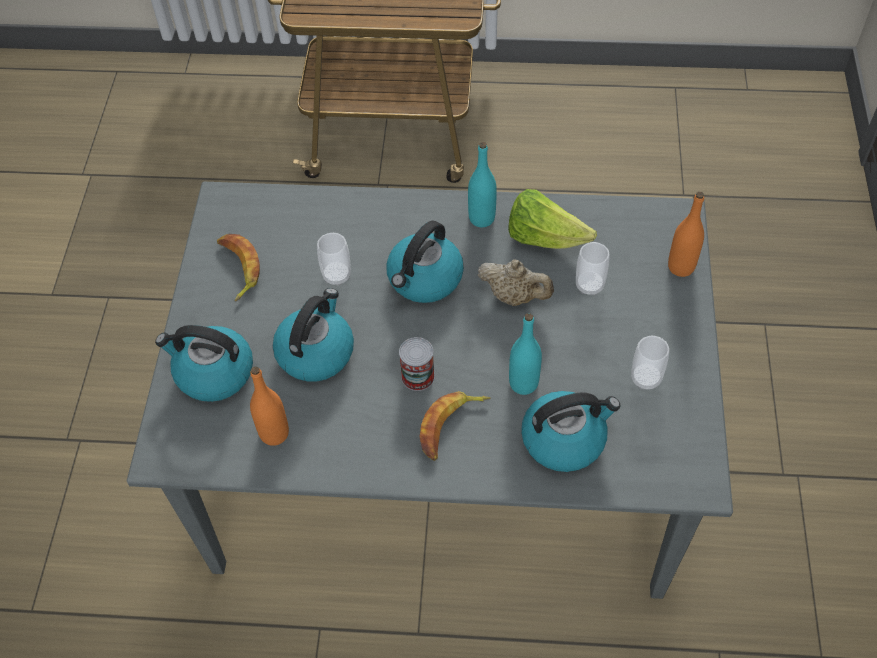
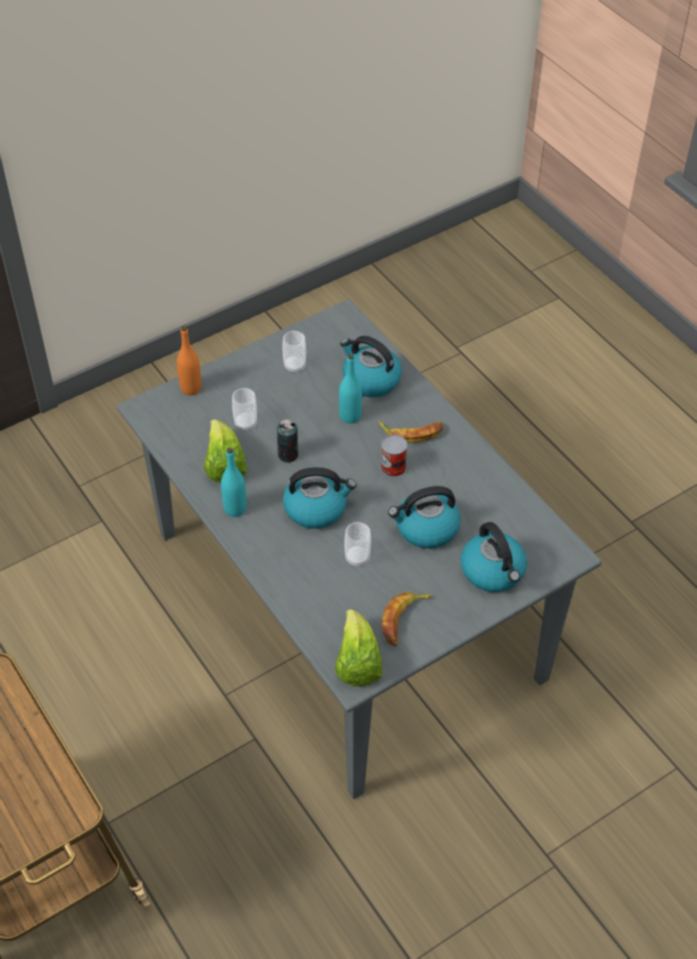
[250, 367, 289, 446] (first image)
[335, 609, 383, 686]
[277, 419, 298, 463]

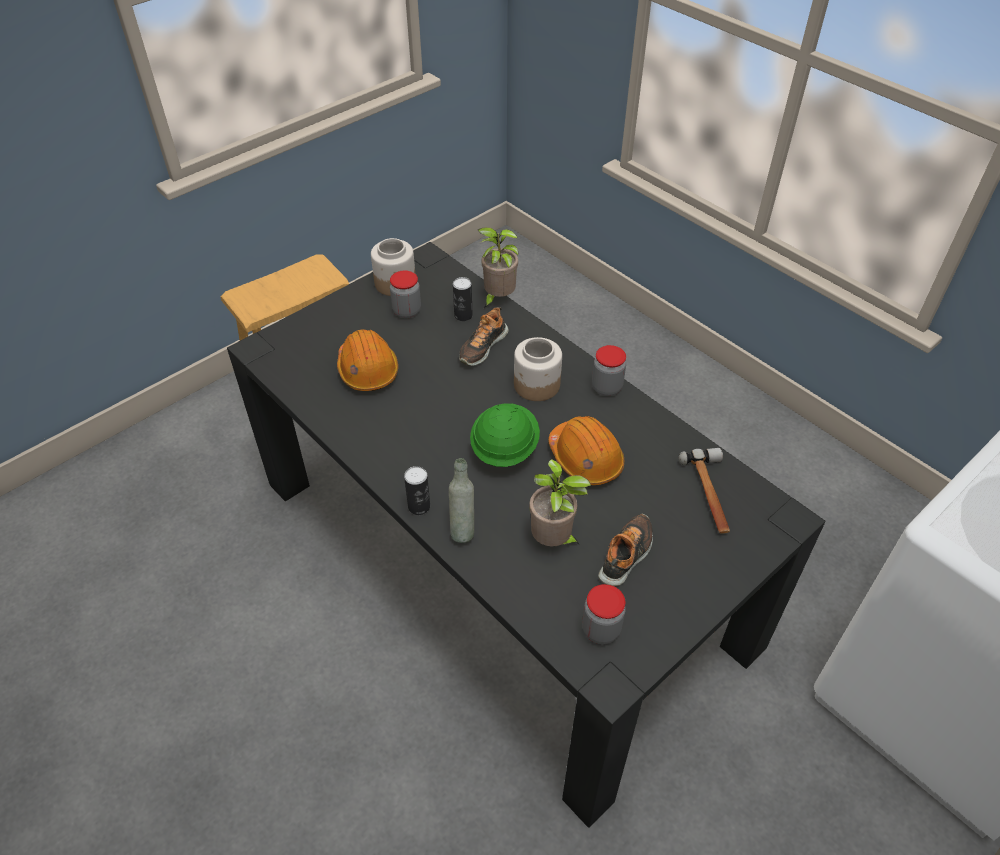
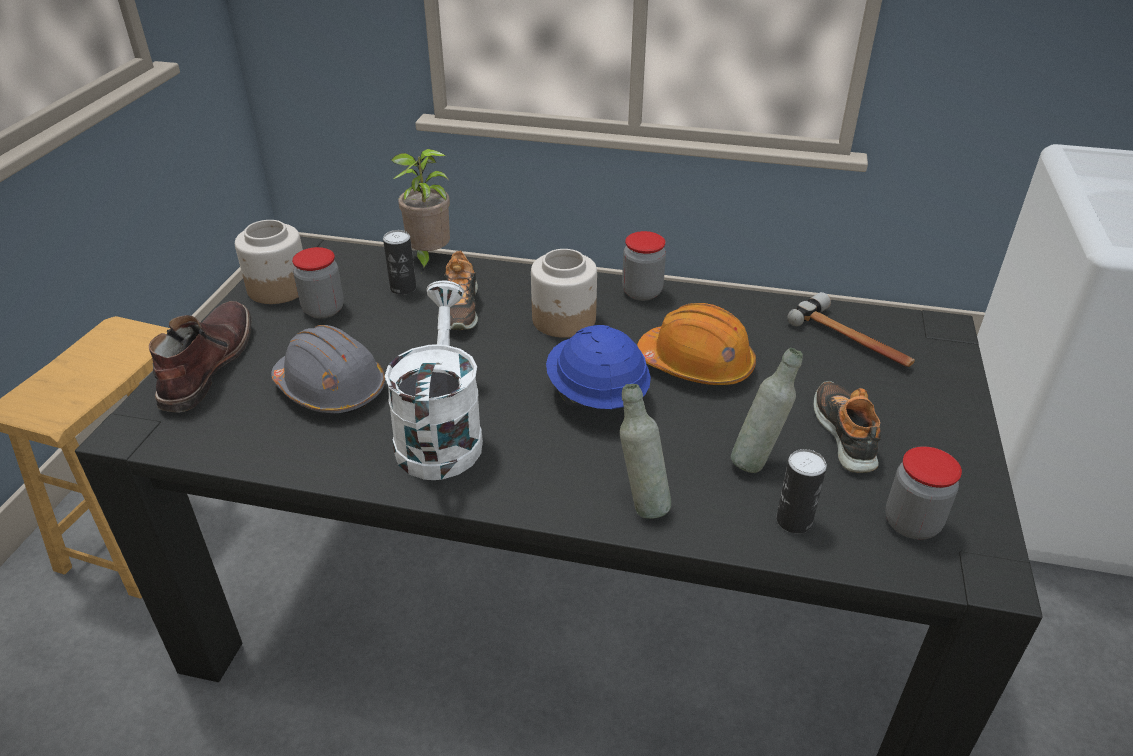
[149, 301, 251, 413]
[385, 280, 483, 480]
[776, 449, 827, 533]
[731, 348, 803, 473]
[271, 325, 385, 414]
[546, 325, 651, 409]

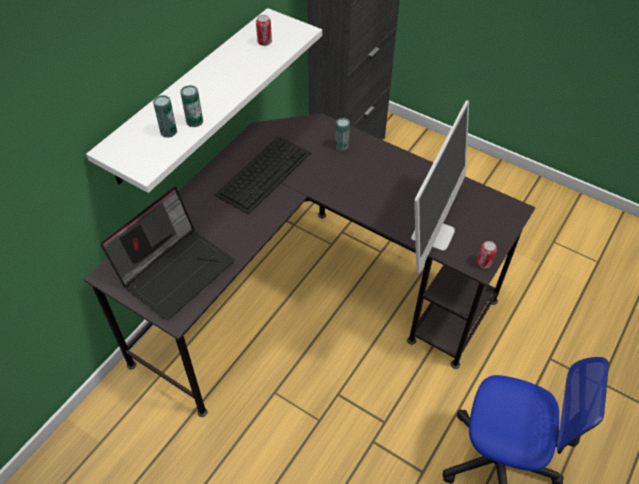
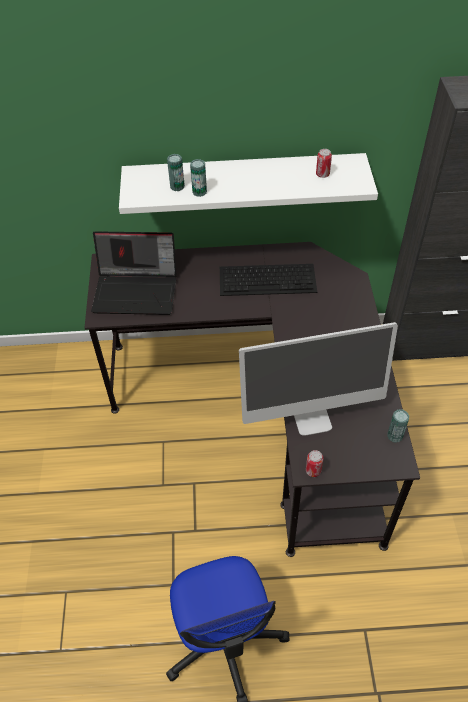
[387, 409, 409, 443]

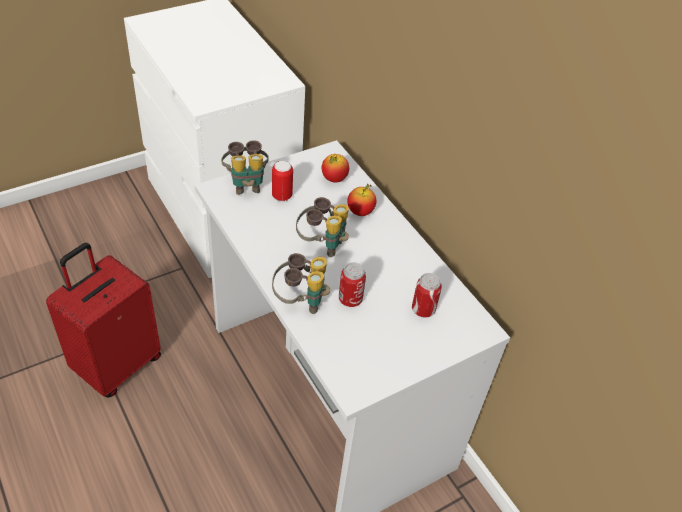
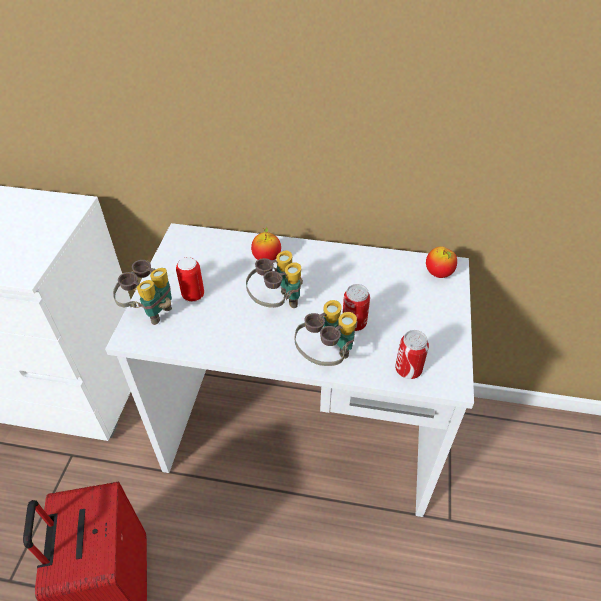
[426, 246, 457, 278]
[395, 330, 429, 379]

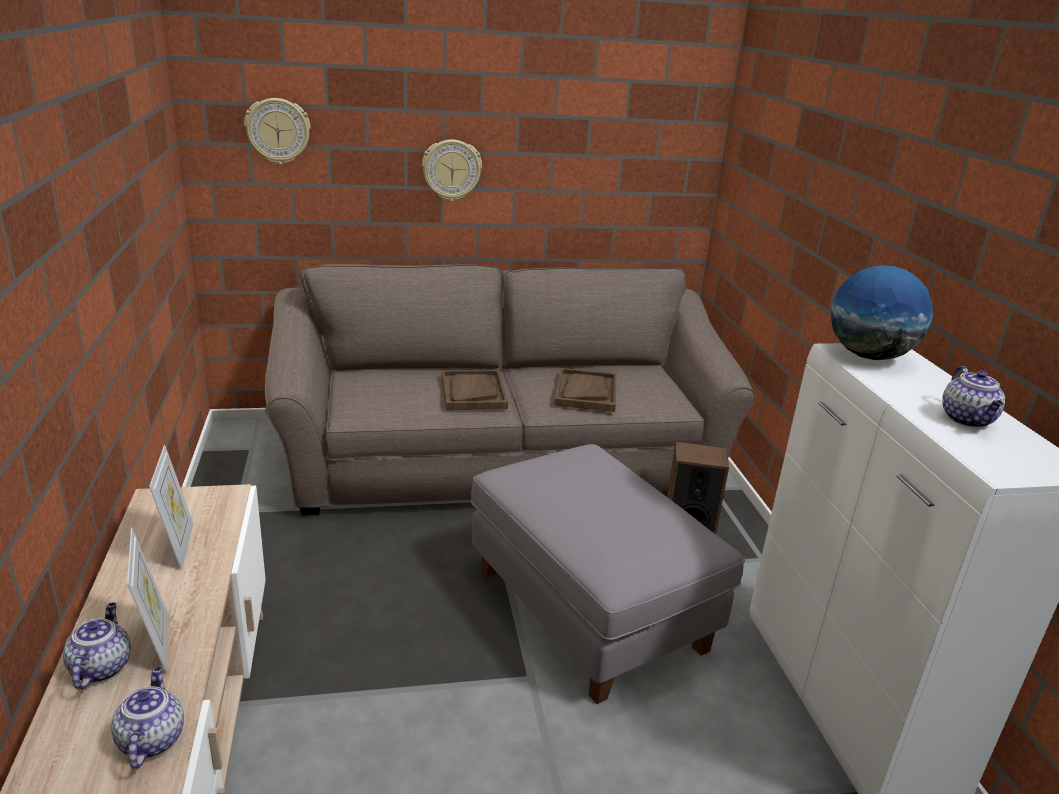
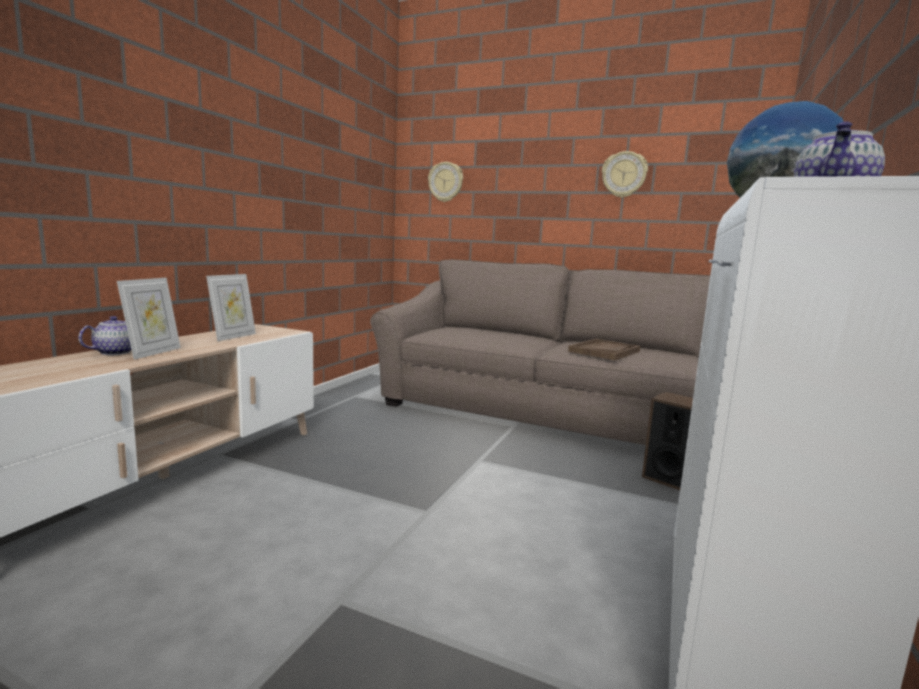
[111, 667, 184, 769] (first image)
[441, 370, 508, 410] (first image)
[471, 444, 745, 704] (first image)
[602, 151, 648, 198]

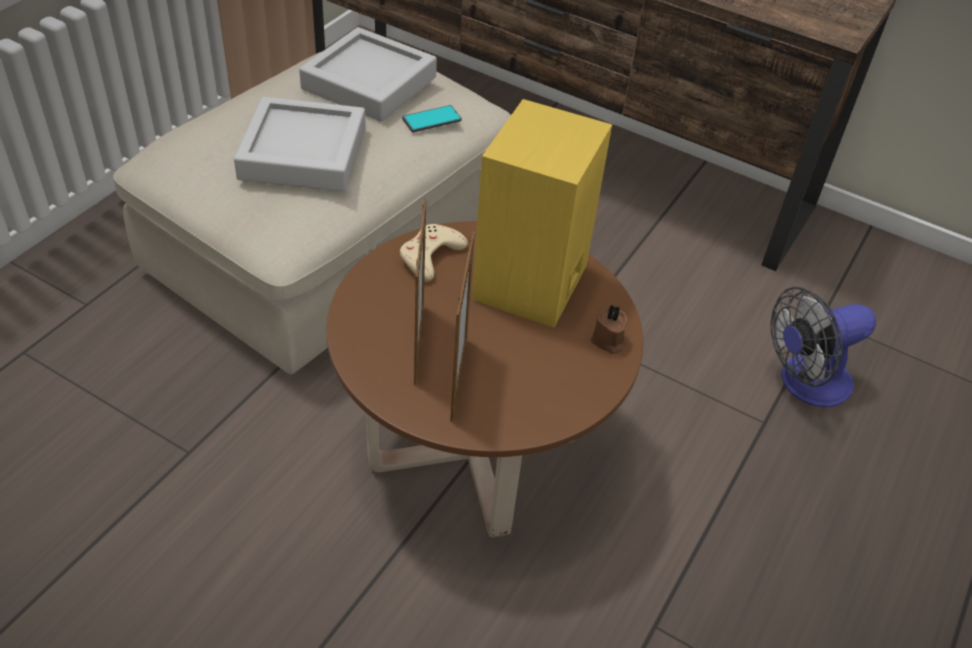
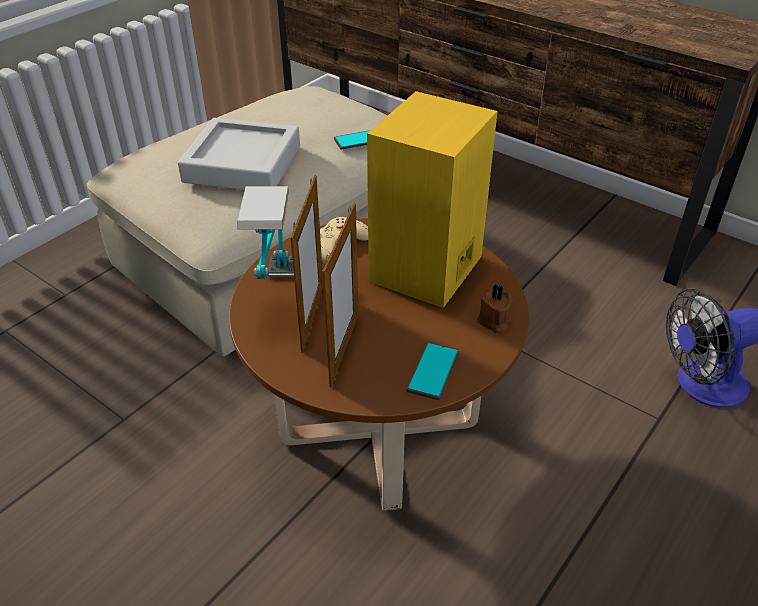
[299, 27, 437, 122] (first image)
[237, 186, 294, 279]
[406, 342, 459, 400]

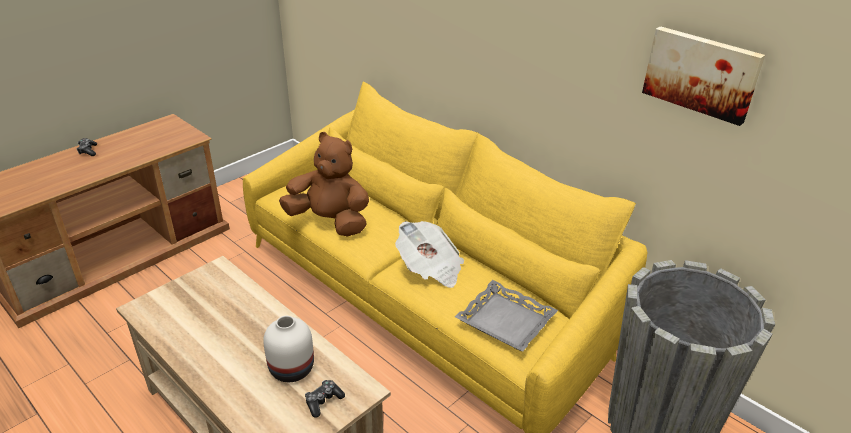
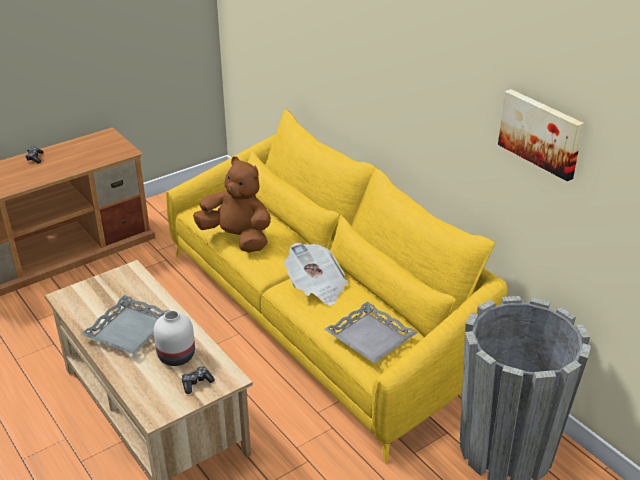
[81, 295, 169, 355]

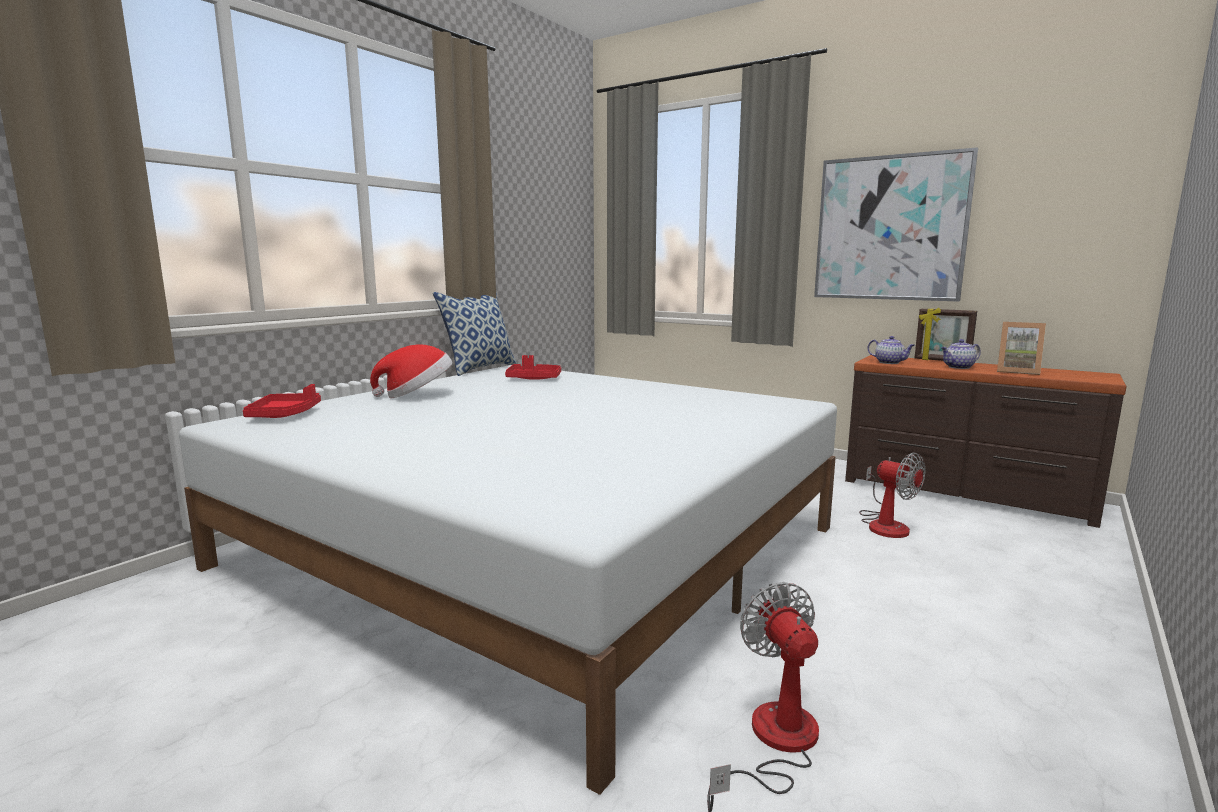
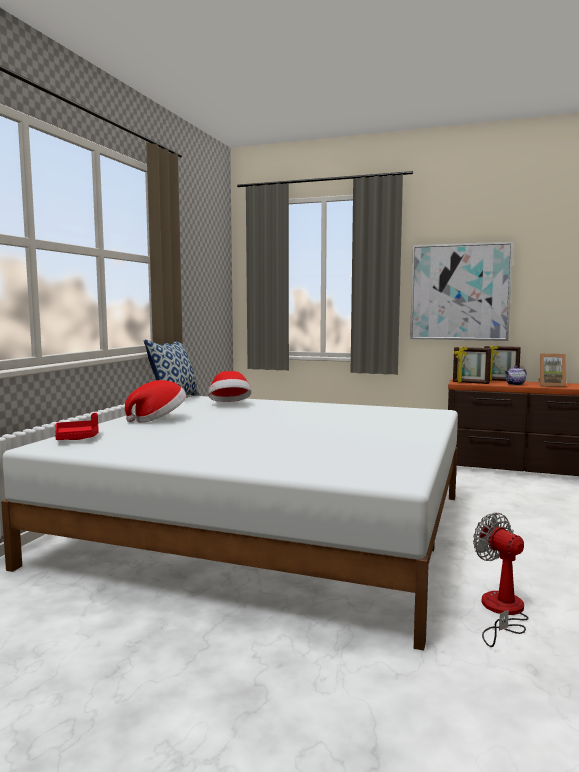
[859, 453, 925, 538] (first image)
[208, 371, 251, 402]
[453, 346, 491, 384]

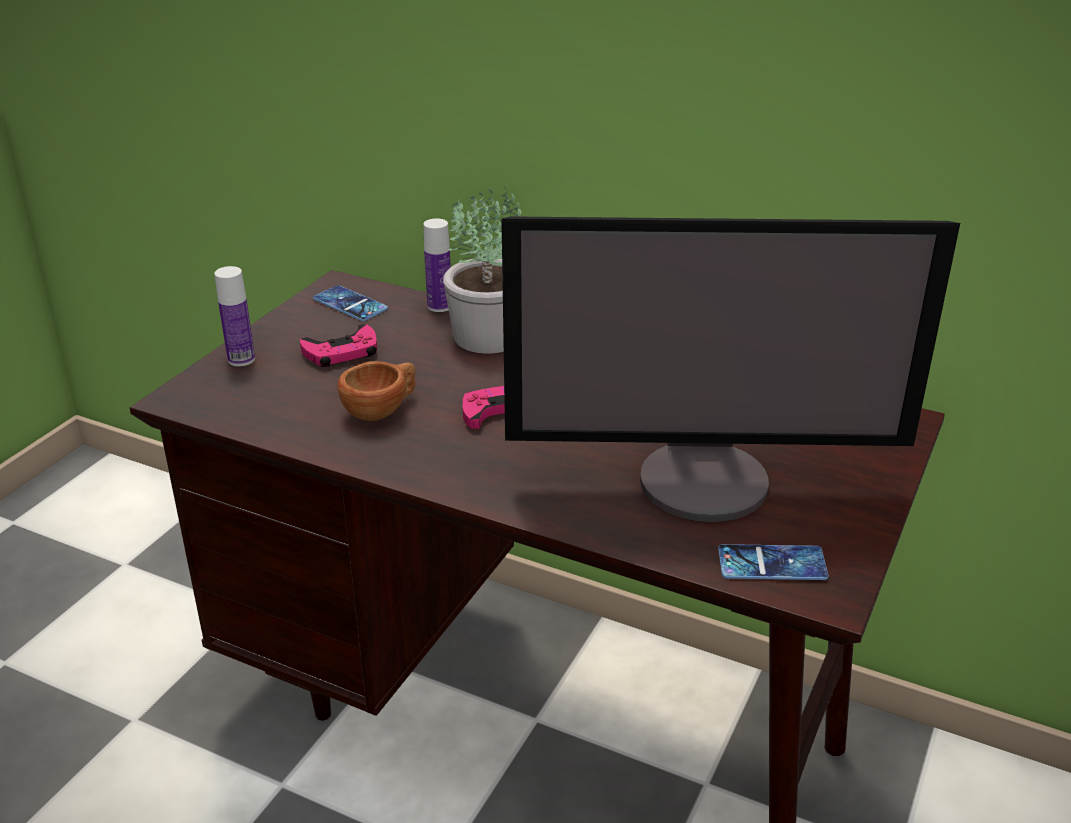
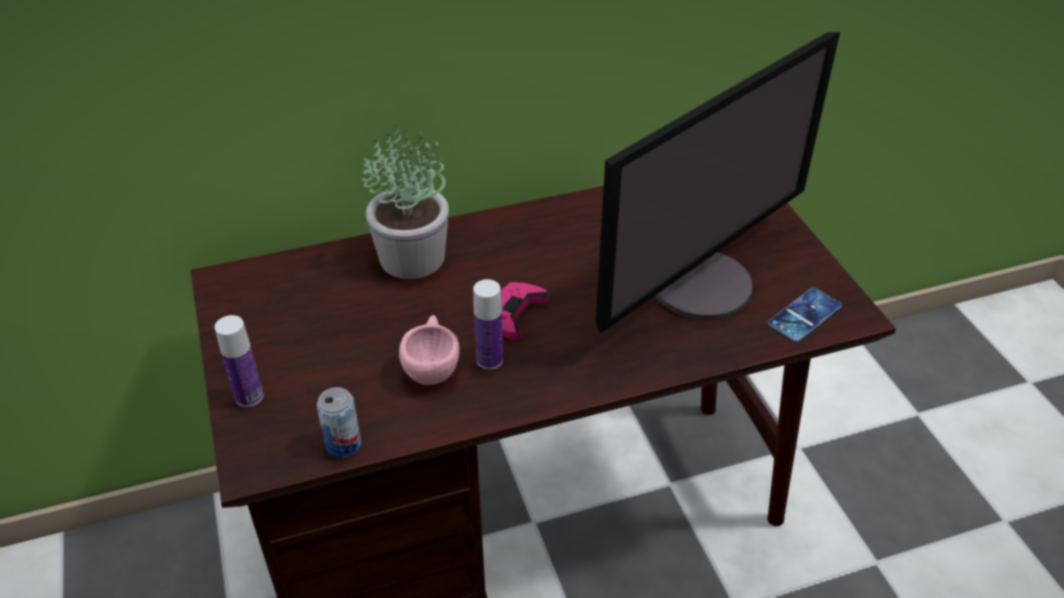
[300, 324, 377, 367] (first image)
[313, 285, 388, 321] (first image)
[317, 387, 361, 458]
[473, 279, 503, 370]
[399, 315, 460, 385]

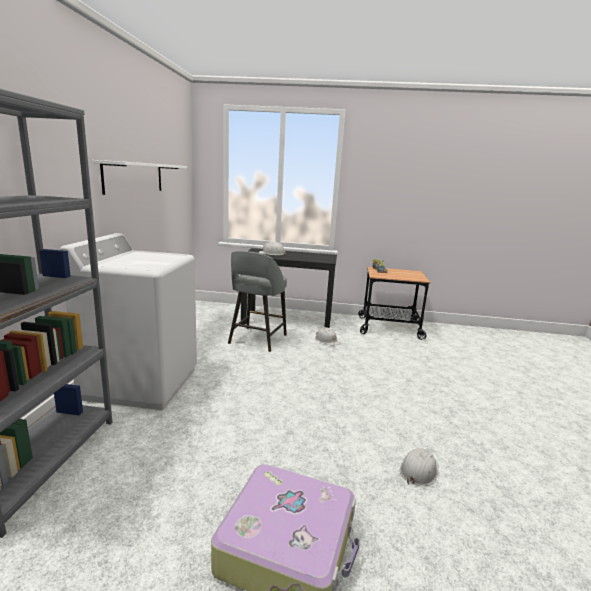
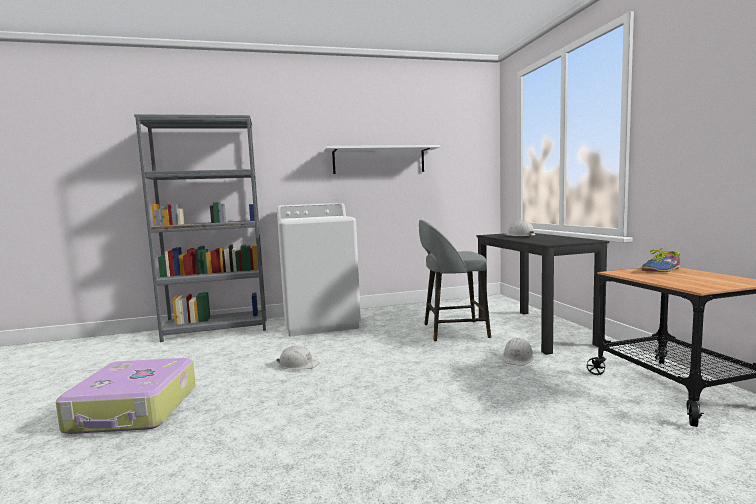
[277, 346, 319, 369]

